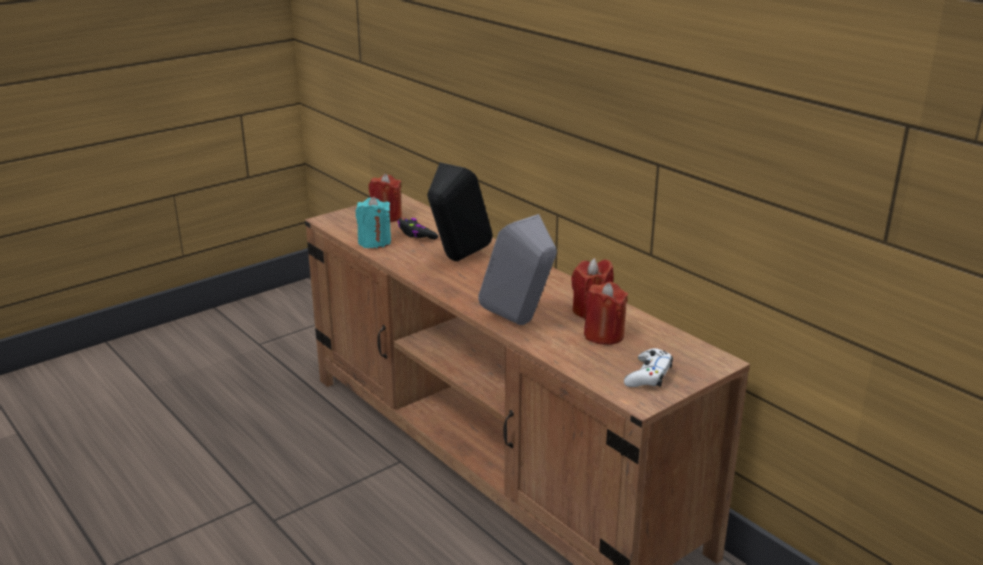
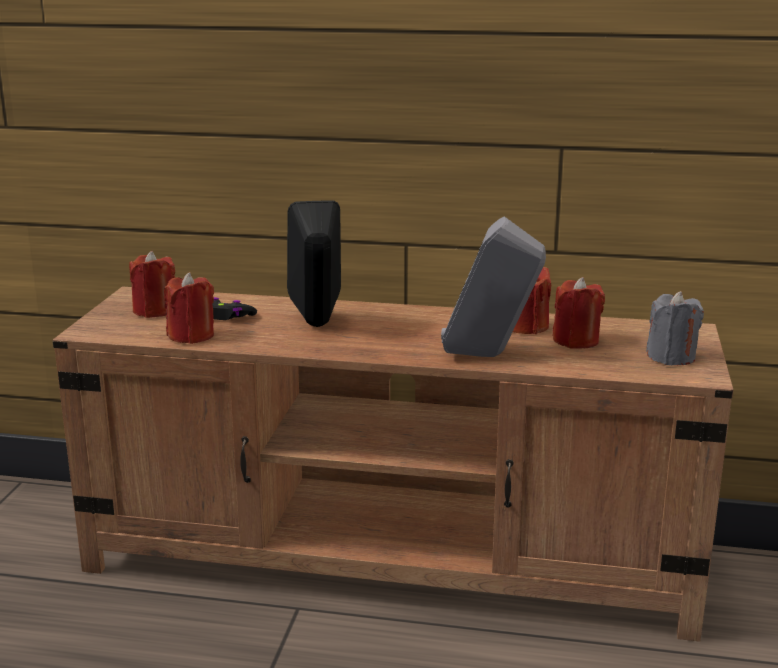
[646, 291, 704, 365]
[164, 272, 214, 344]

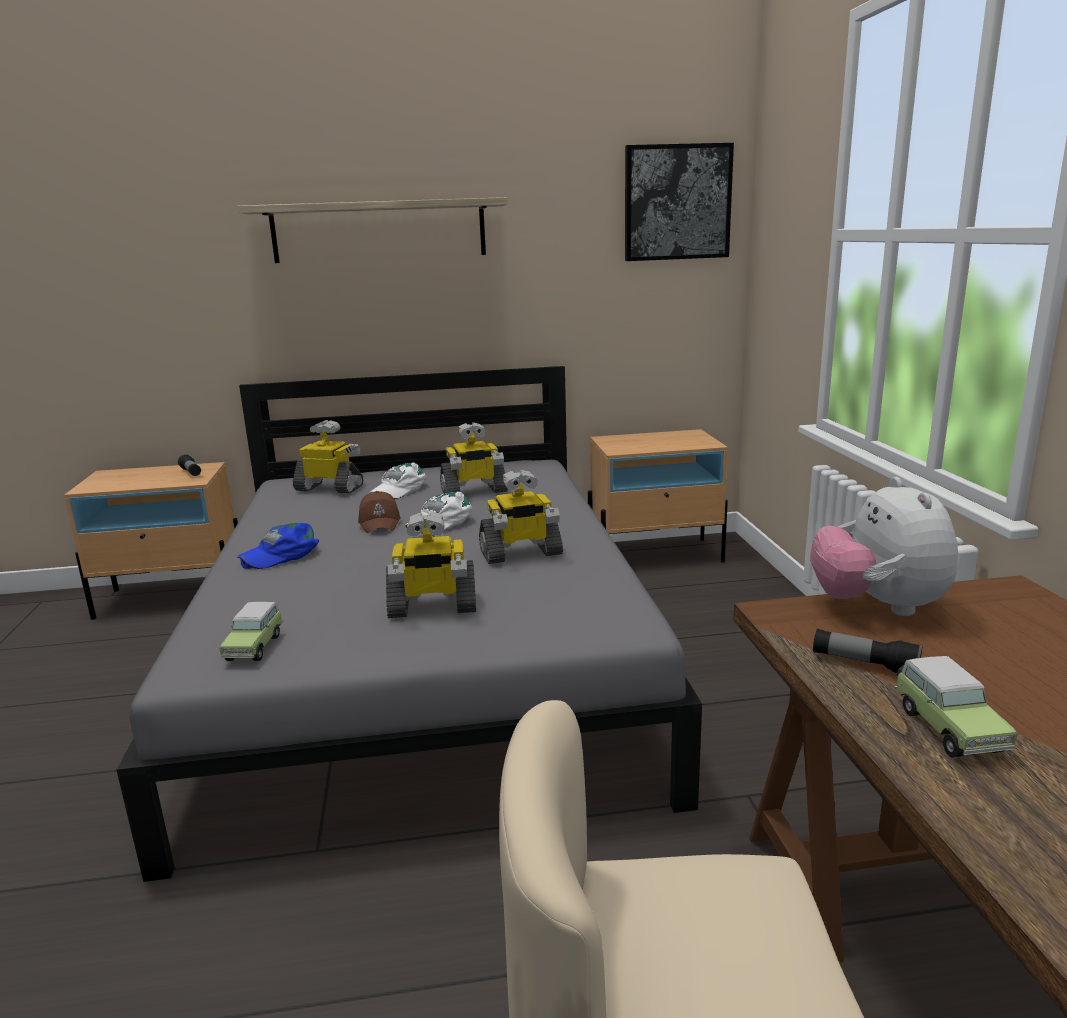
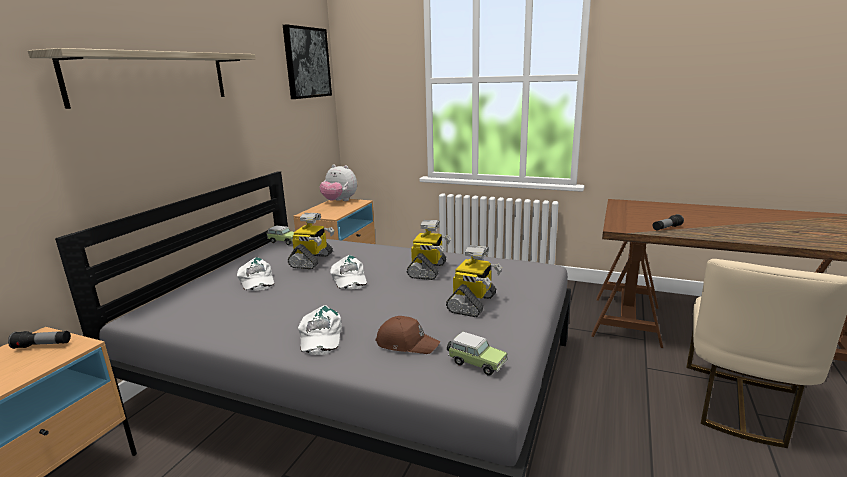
[293, 420, 364, 493] (first image)
[375, 316, 440, 354]
[320, 165, 357, 201]
[266, 225, 294, 245]
[298, 305, 342, 355]

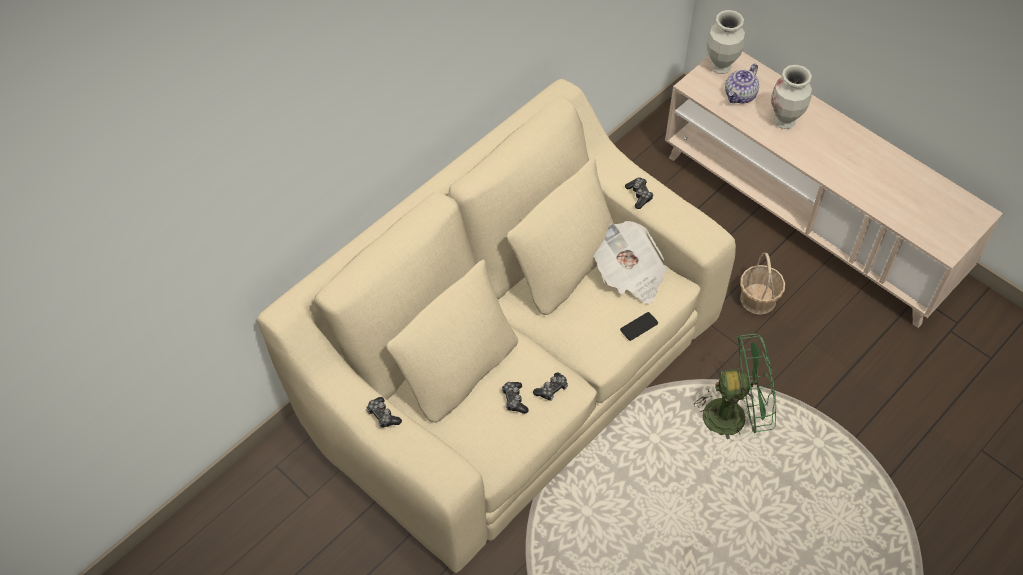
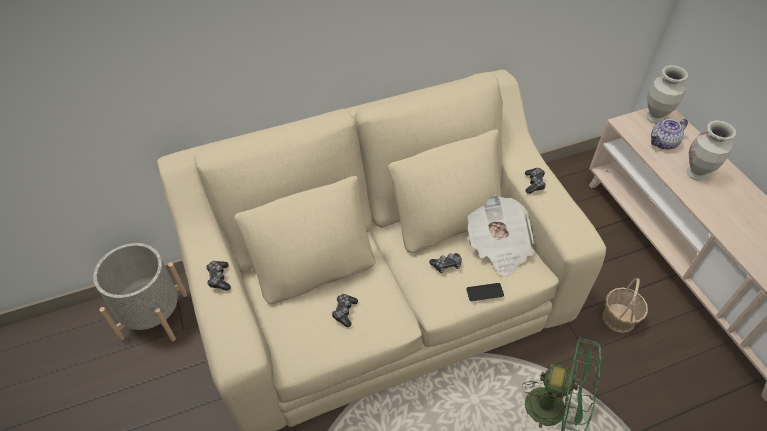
[93, 243, 187, 341]
[429, 253, 462, 273]

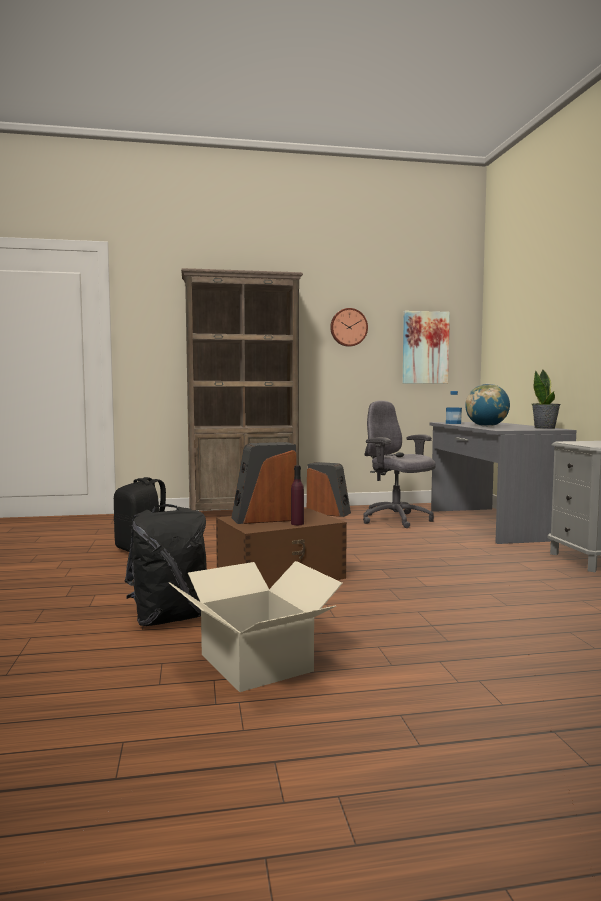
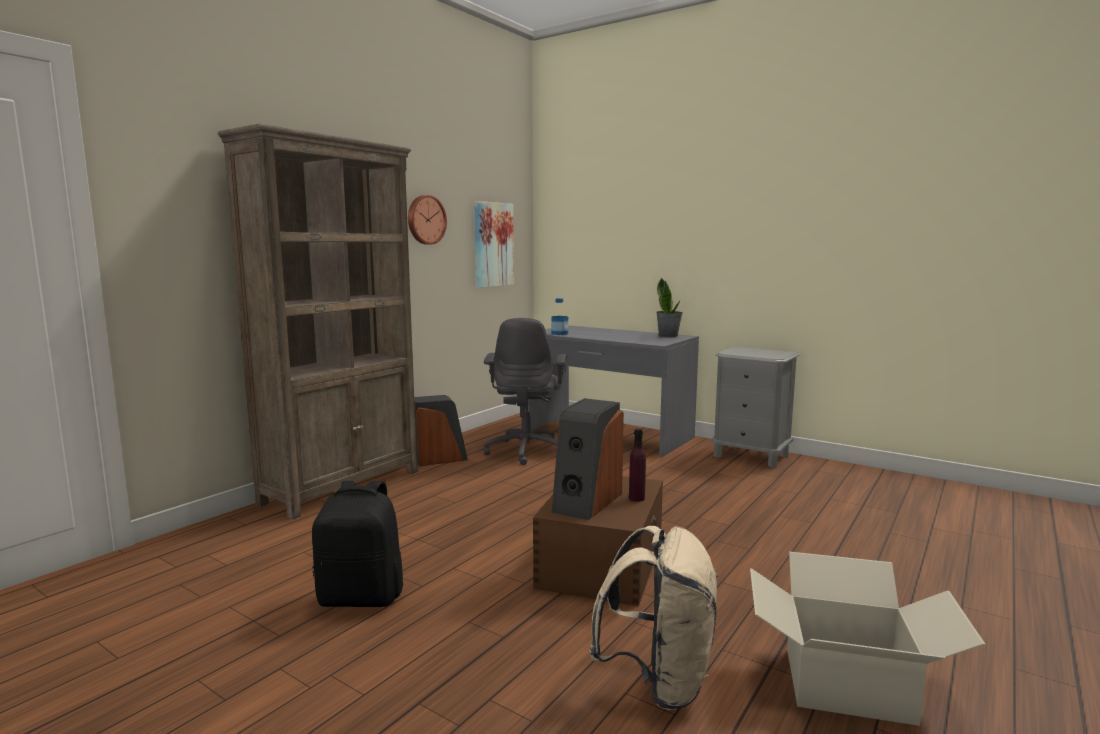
[465, 384, 510, 427] (first image)
[589, 526, 719, 710]
[484, 318, 567, 465]

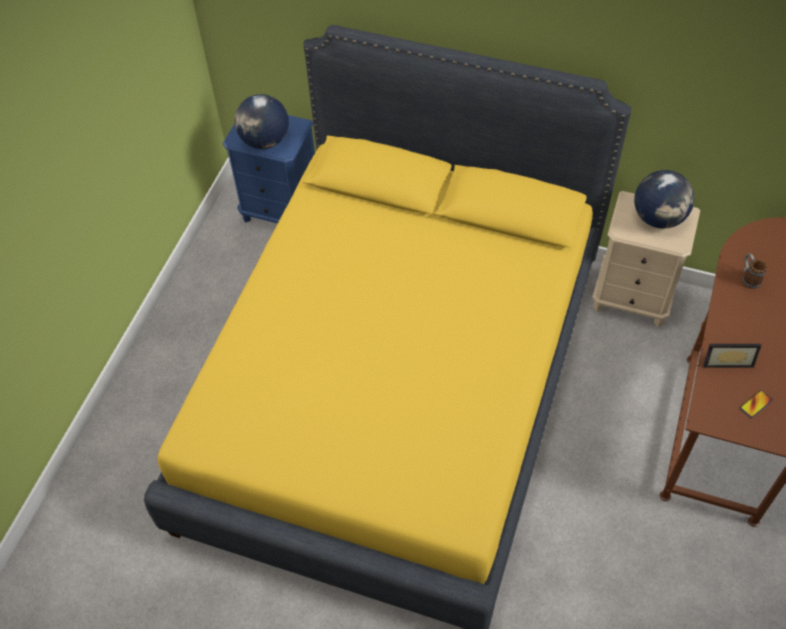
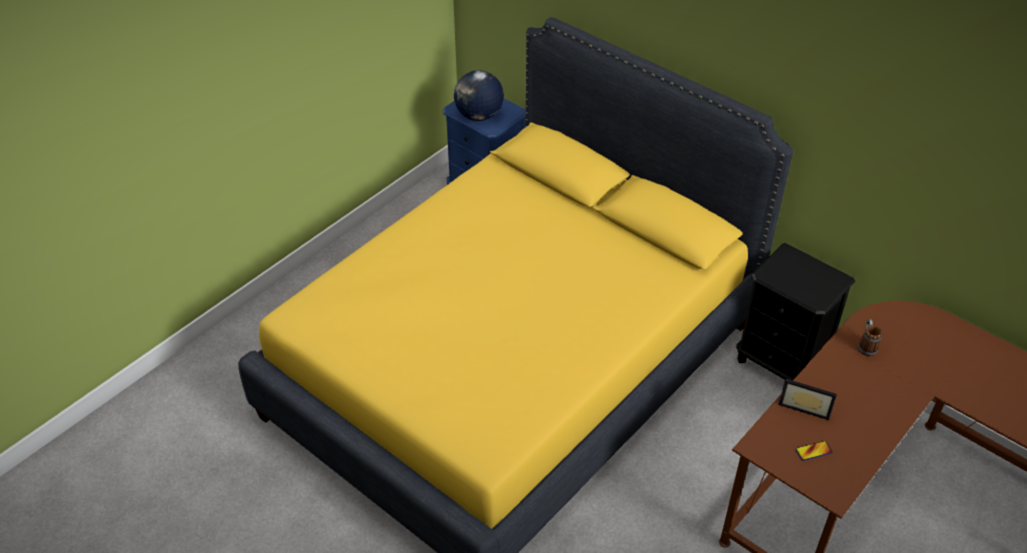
[634, 170, 694, 229] (first image)
[736, 243, 855, 381]

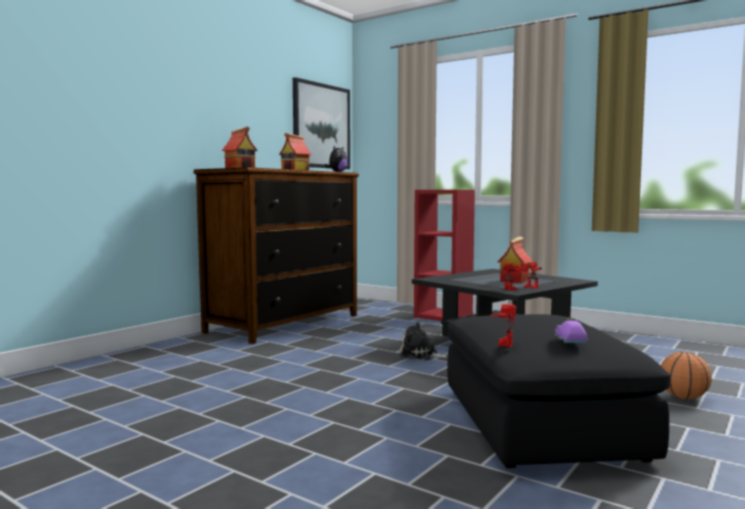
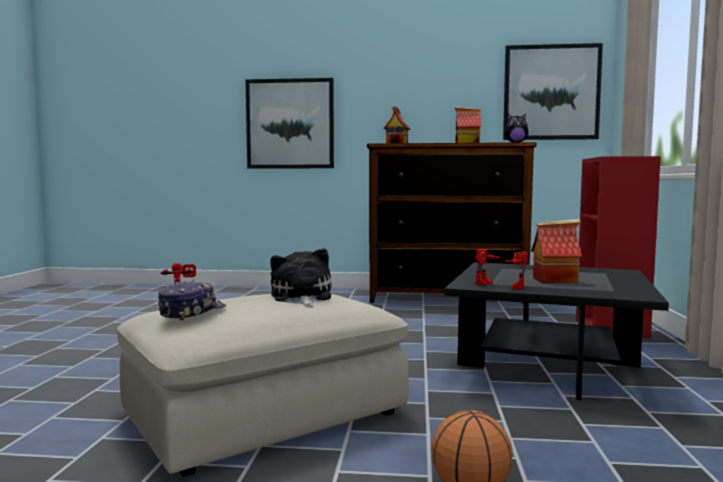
[246, 78, 334, 169]
[270, 248, 332, 307]
[158, 280, 226, 320]
[117, 294, 409, 477]

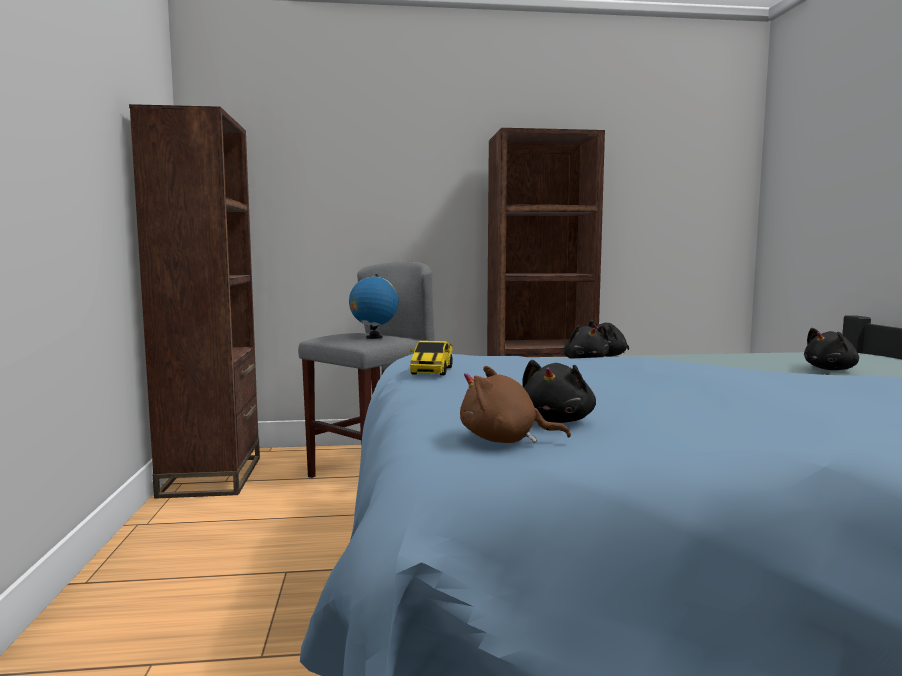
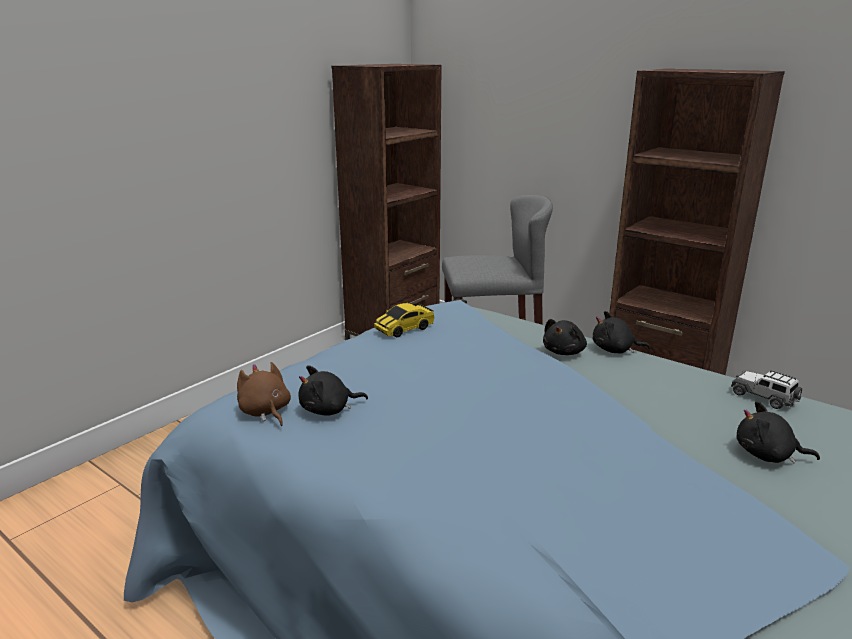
[349, 274, 399, 339] (first image)
[731, 370, 802, 409]

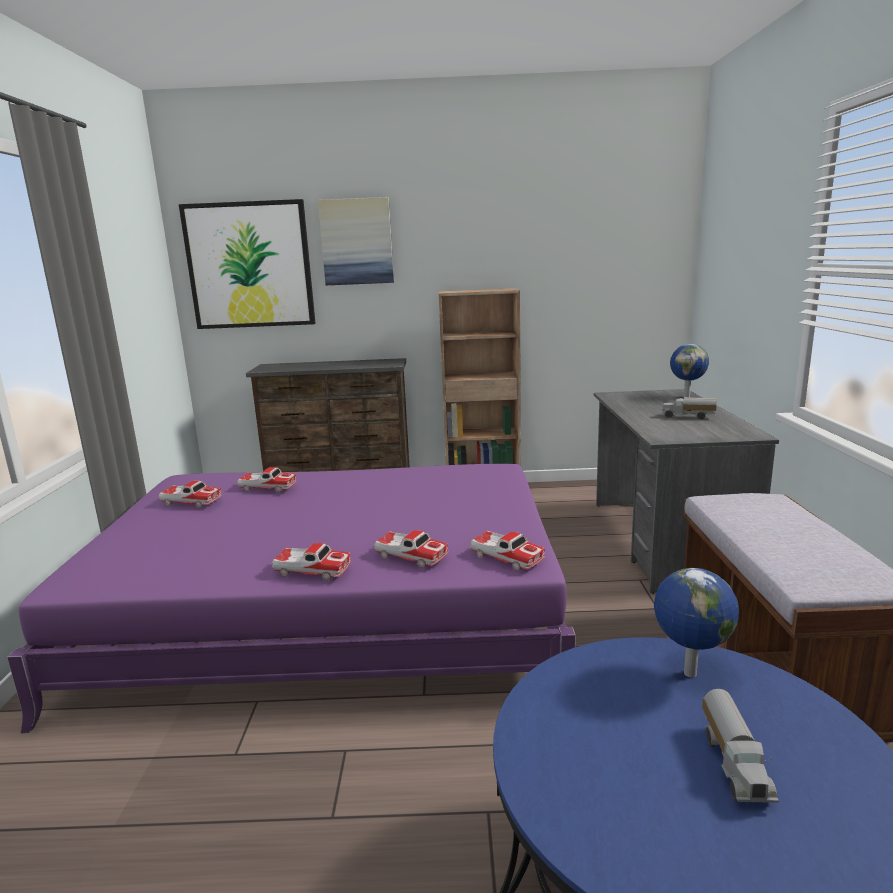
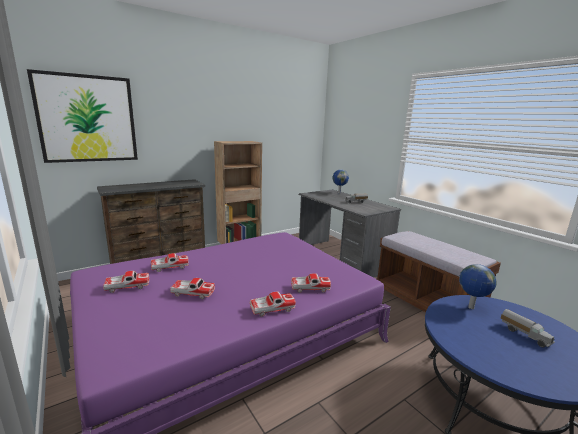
[318, 197, 394, 285] (first image)
[170, 278, 215, 299]

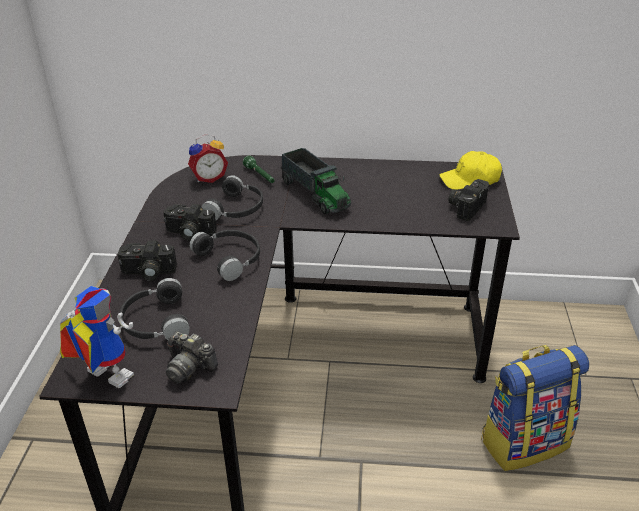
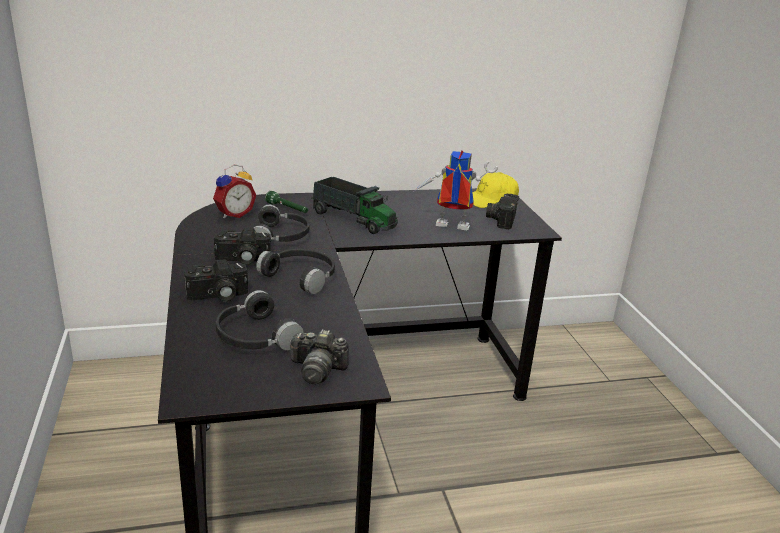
[481, 345, 589, 471] (first image)
[413, 150, 498, 230]

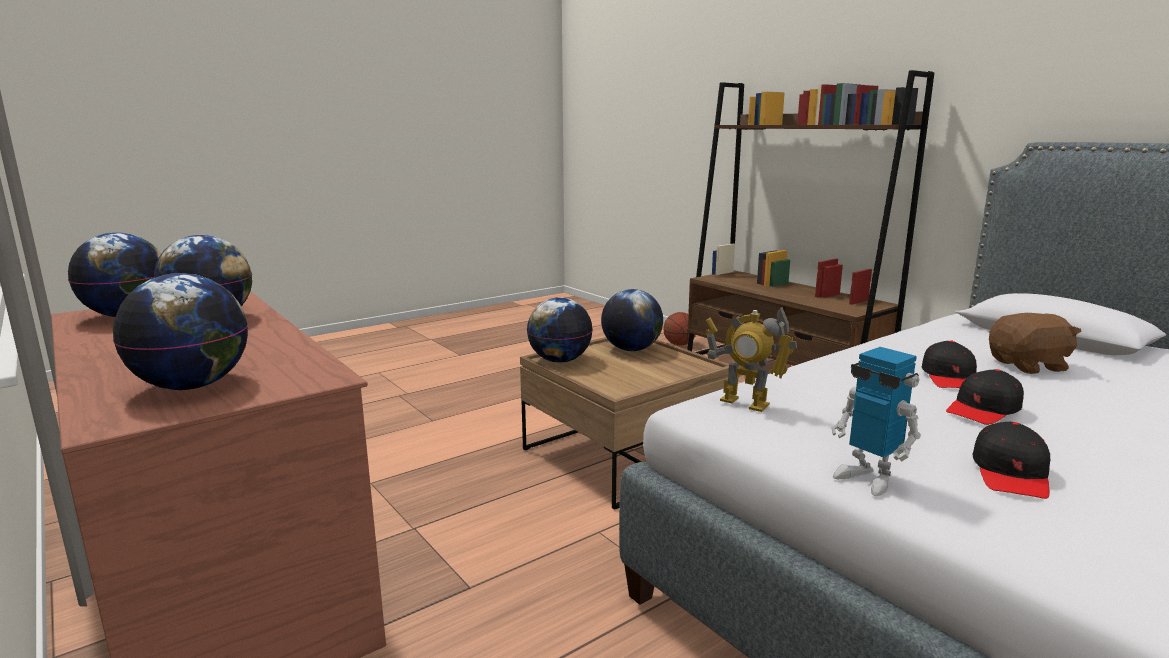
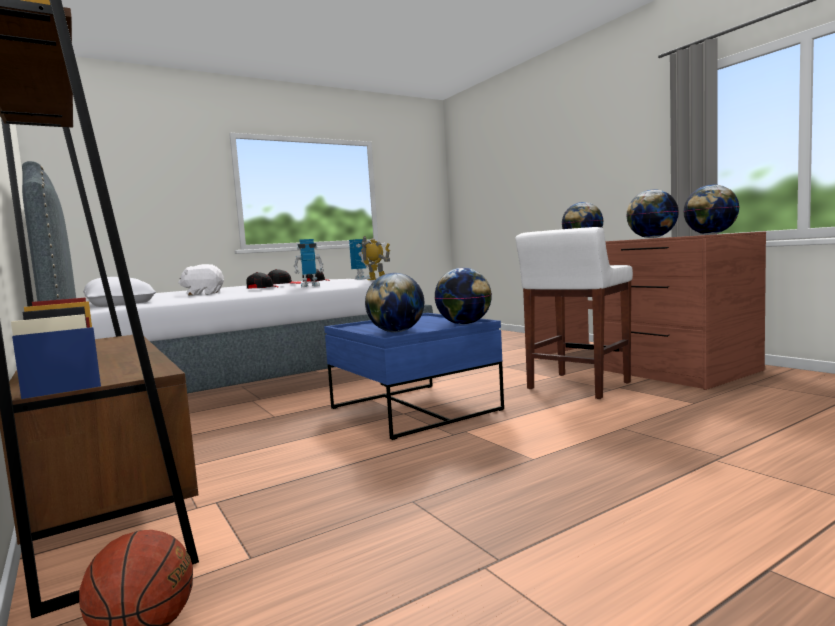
[294, 239, 324, 287]
[515, 227, 633, 399]
[324, 313, 504, 440]
[178, 264, 224, 296]

